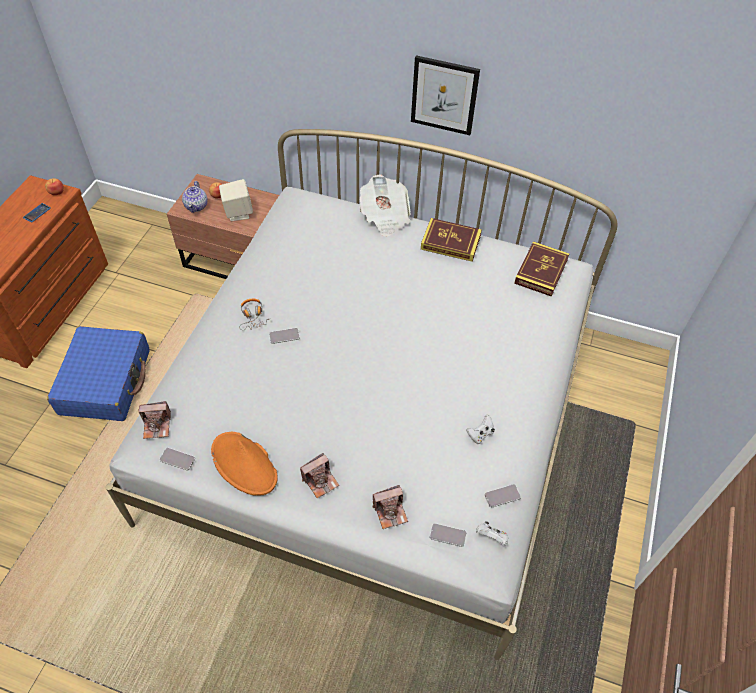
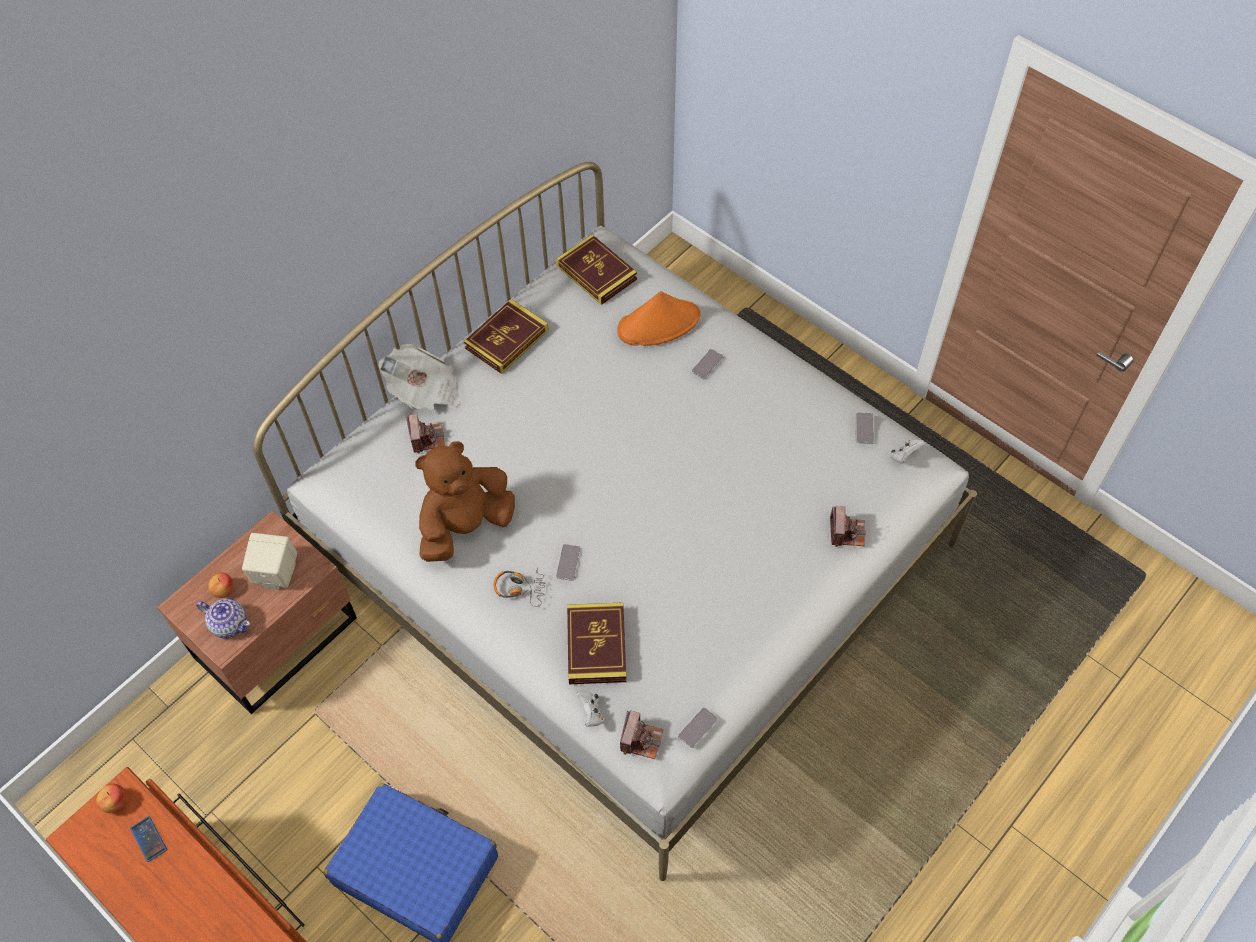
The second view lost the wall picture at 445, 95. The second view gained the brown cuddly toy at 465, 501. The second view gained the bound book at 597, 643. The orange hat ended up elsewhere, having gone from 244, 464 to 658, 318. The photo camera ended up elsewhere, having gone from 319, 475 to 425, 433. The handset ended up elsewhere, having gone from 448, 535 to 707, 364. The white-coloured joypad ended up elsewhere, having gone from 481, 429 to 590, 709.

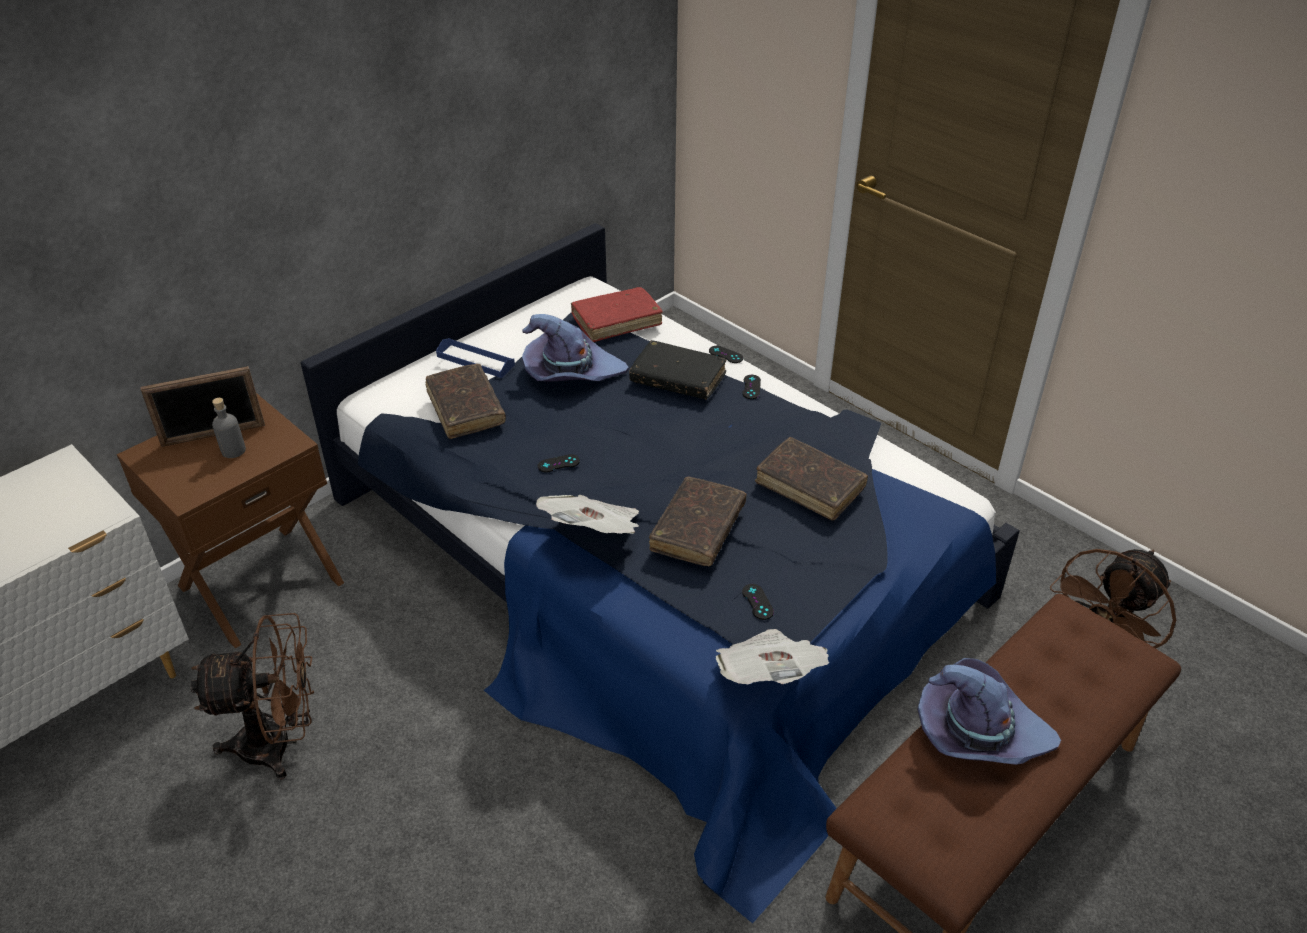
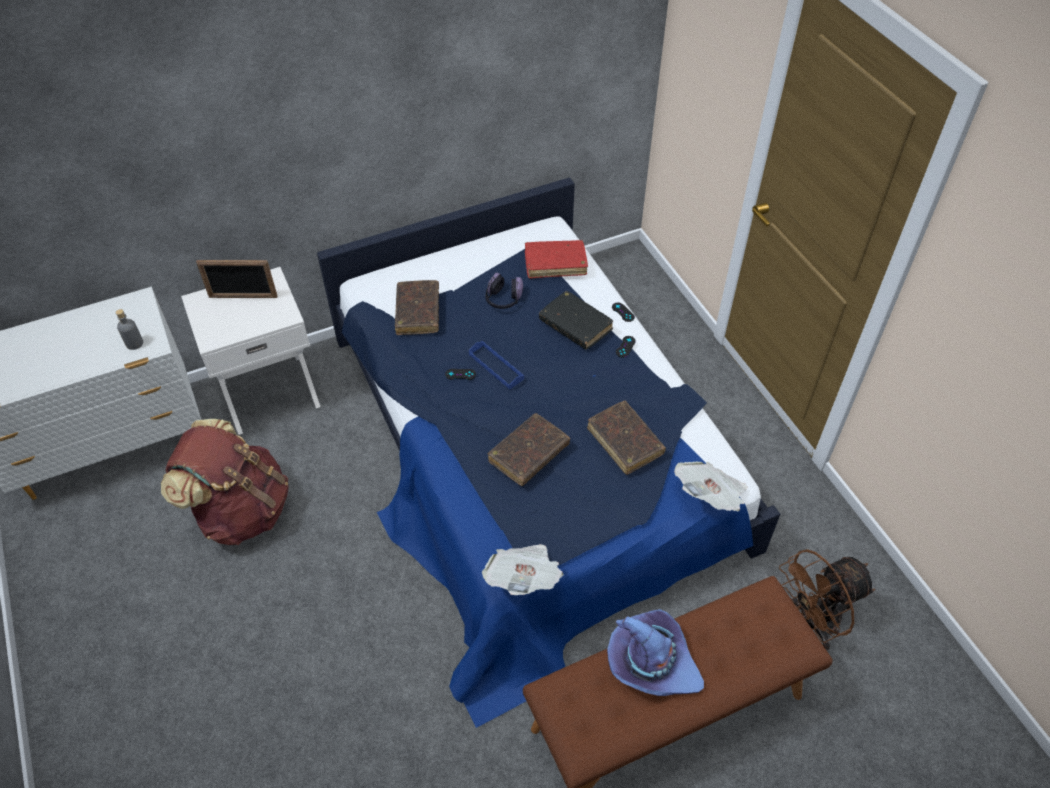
The second view lost the black-coloured joypad at 758, 602. The greyish bottle ended up elsewhere, having gone from 229, 428 to 129, 329. The bluish tray ended up elsewhere, having gone from 475, 358 to 496, 365. The printed paper ended up elsewhere, having gone from 587, 514 to 711, 486. Where the brown fan stood at 252, 696, the brown rucksack came to stand at 225, 482. Where the purple-coloured hat stood at 575, 348, the headphones came to stand at 504, 290. What was the brown nightstand at 230, 520 turned into the white-coloured nightstand at 251, 351.

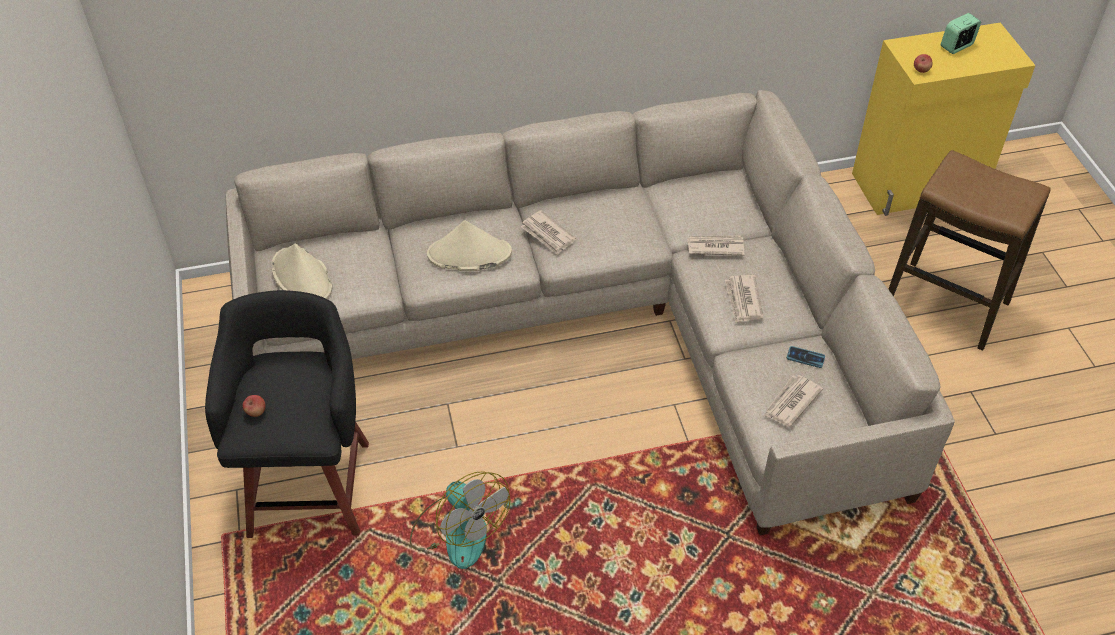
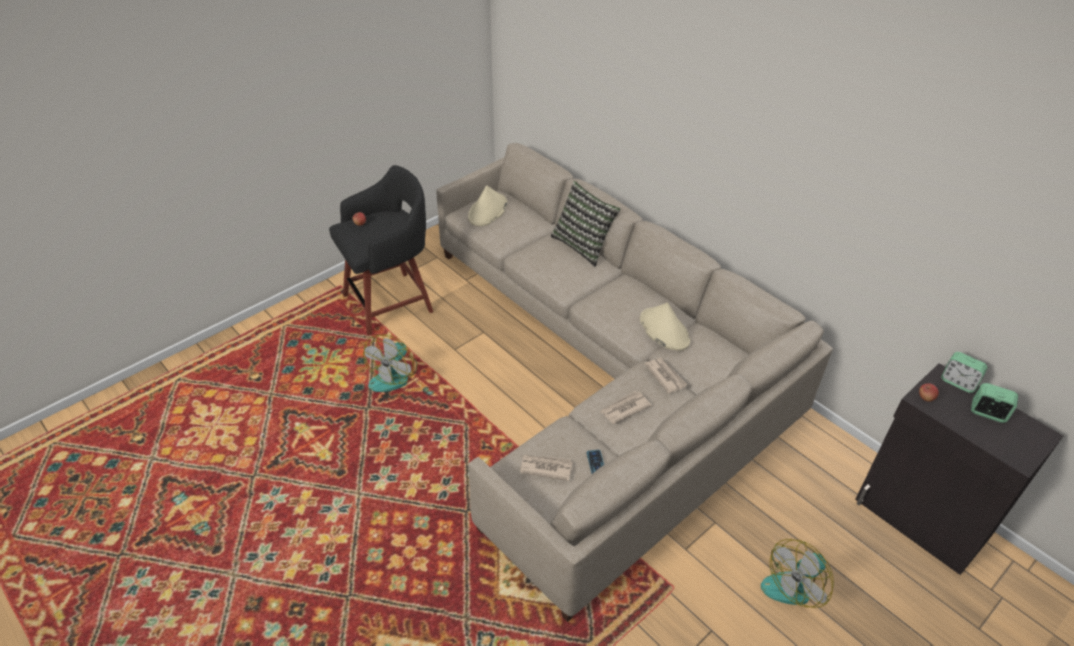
The second view lost the printed paper at 548, 233. The second view gained the pillow at 586, 224. The second view gained the bedside clock at 964, 372. The beige hat ended up elsewhere, having gone from 469, 245 to 665, 326. Where the sitting stool stood at 969, 250, the fan came to stand at 797, 573. What was the yellowish cabinet at 944, 119 turned into the black-coloured cabinet at 959, 469.

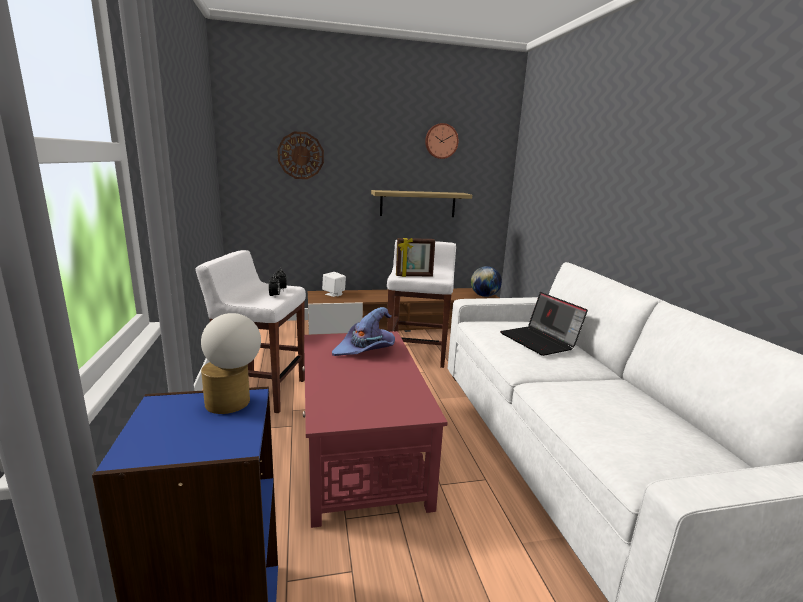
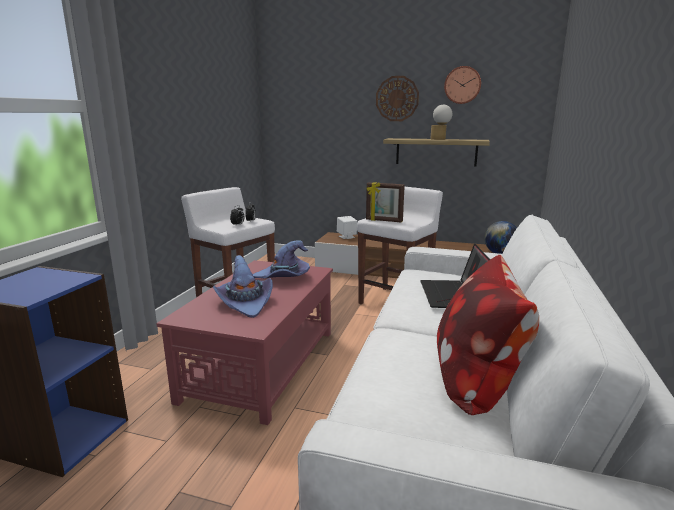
The second view gained the purple-coloured hat at 243, 286. The second view gained the pillow at 488, 335. The tabletop lamp ended up elsewhere, having gone from 231, 363 to 441, 122. The wall clock ended up elsewhere, having gone from 300, 155 to 397, 98.

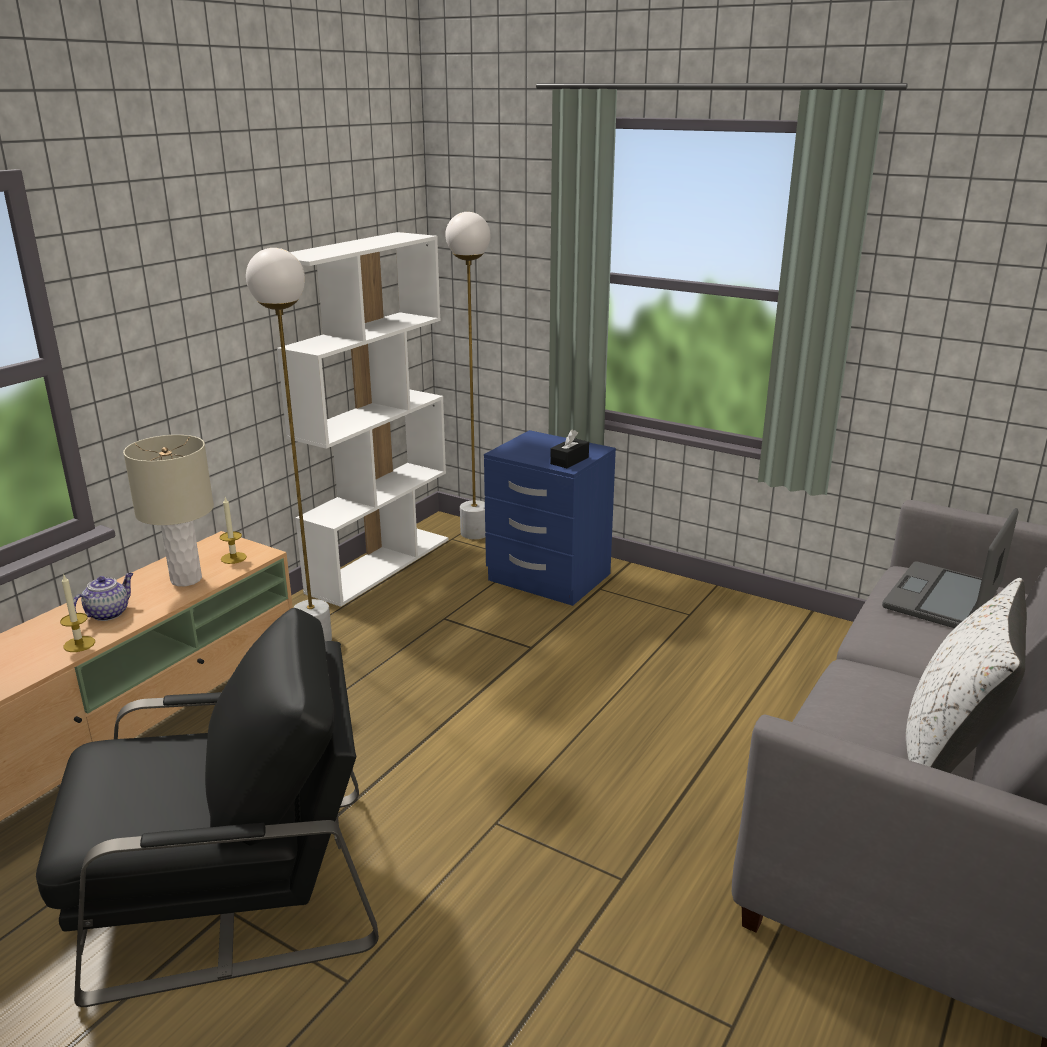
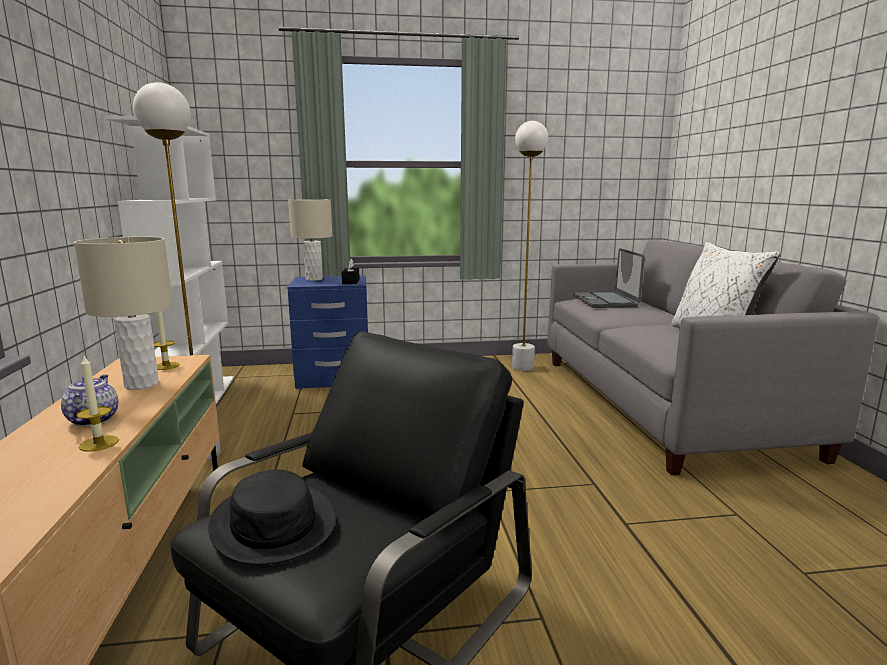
The second view gained the black-coloured hat at 272, 517. The second view gained the beige tabletop lamp at 310, 240. The white-coloured standing lamp ended up elsewhere, having gone from 468, 376 to 530, 246.

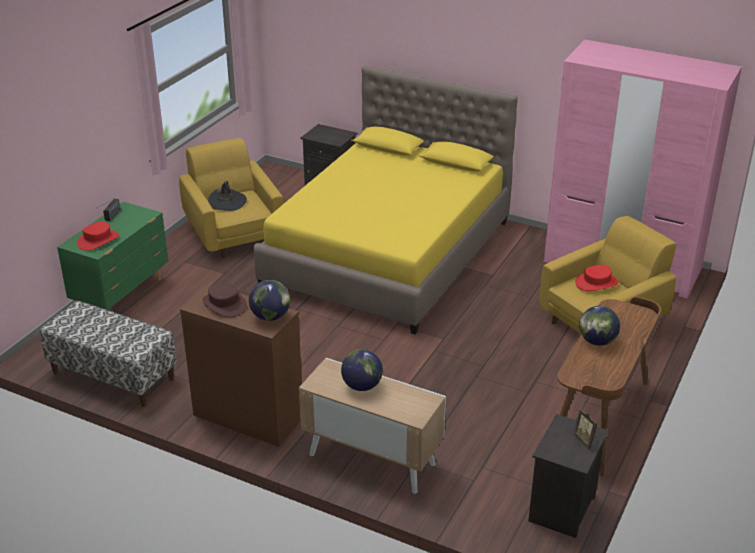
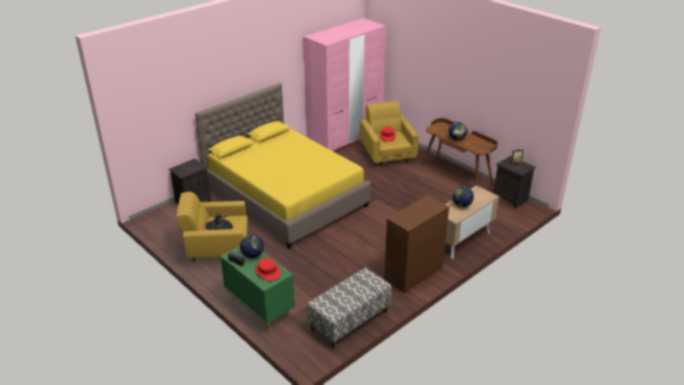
The second view lost the brown hat at 224, 299. The desk globe ended up elsewhere, having gone from 269, 300 to 252, 246.

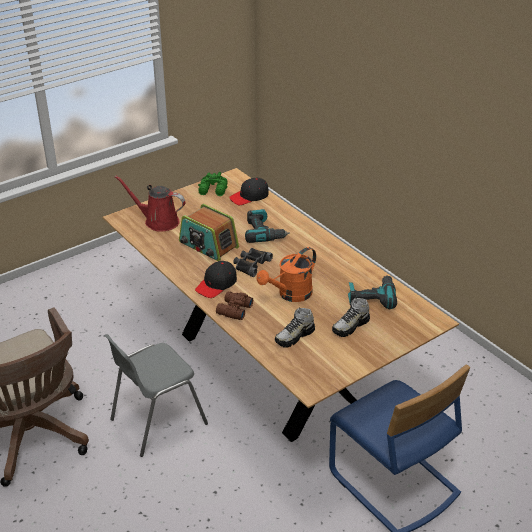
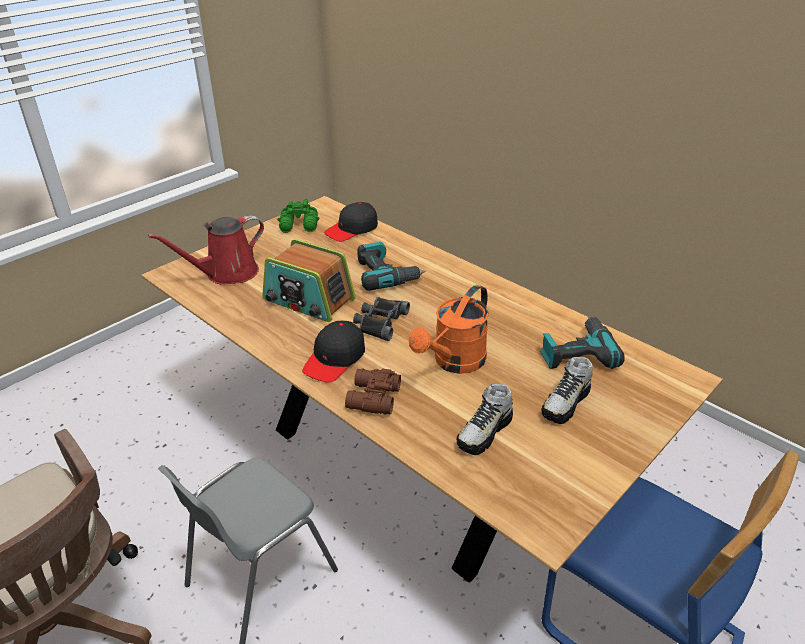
The red-coloured watering pot at 150, 203 ended up facing another way, 45 degrees counterclockwise from before.

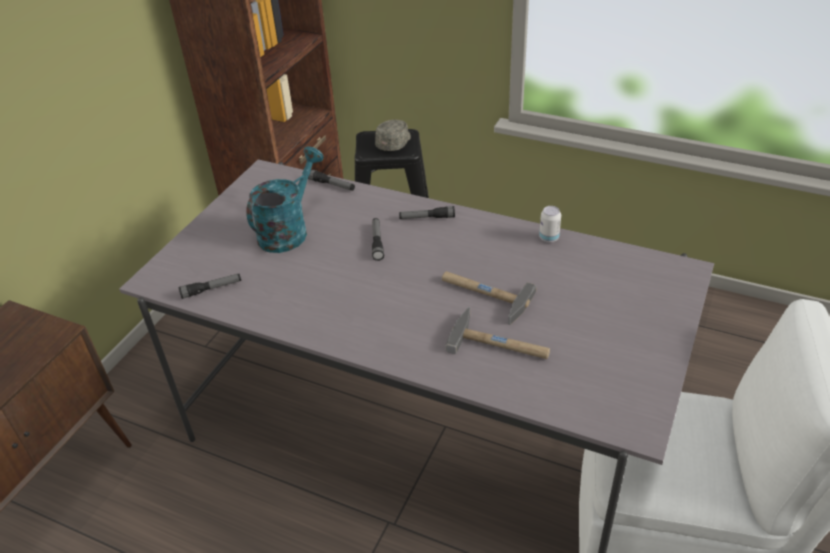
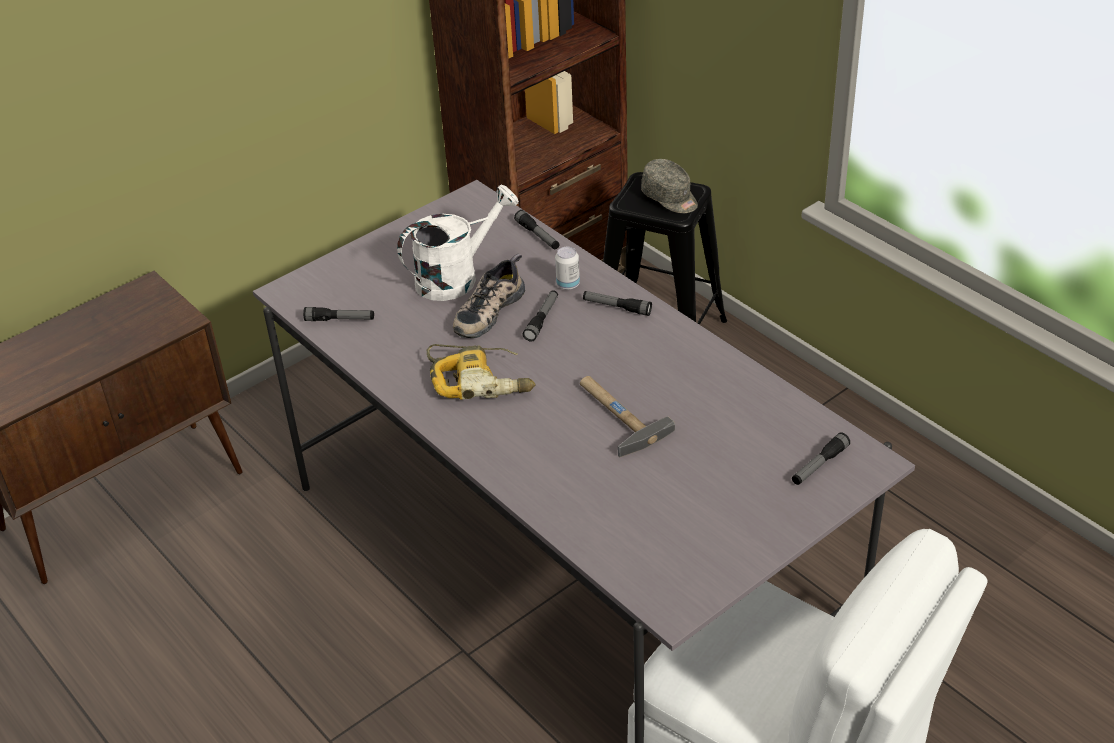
The second view lost the tool hammer at 497, 333. The second view gained the electric drill at 481, 372. The second view gained the low shoe at 489, 296. The second view gained the flashlight at 821, 458. The can ended up elsewhere, having gone from 550, 224 to 567, 268. What was the turquoise watering pot at 285, 200 turned into the white-coloured watering pot at 458, 243. The greyish cap at 393, 135 ended up facing another way, 90 degrees clockwise from before.

